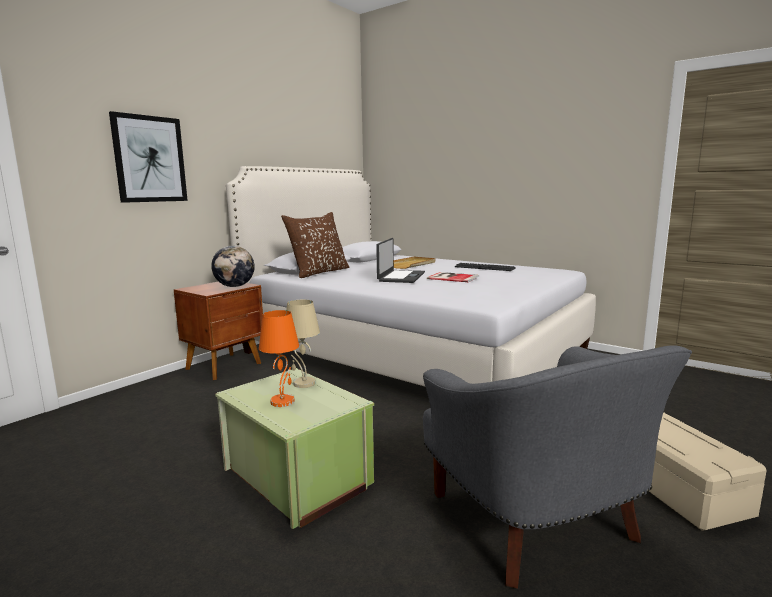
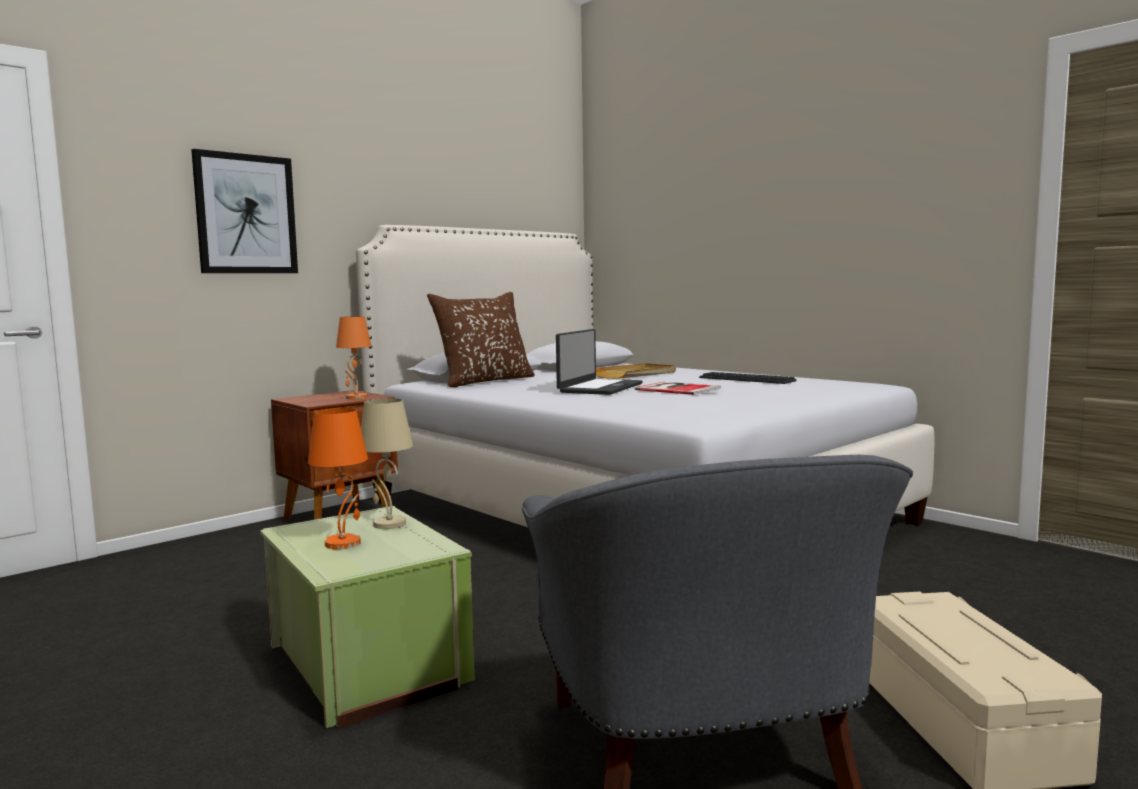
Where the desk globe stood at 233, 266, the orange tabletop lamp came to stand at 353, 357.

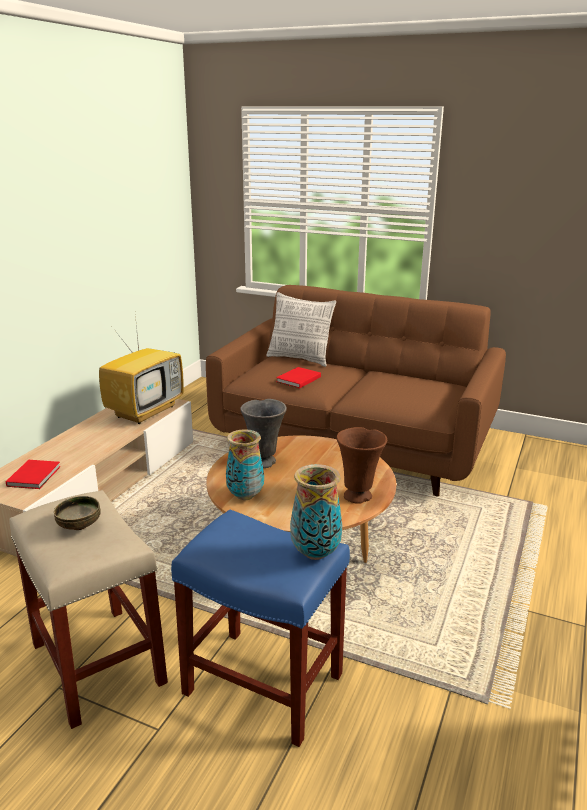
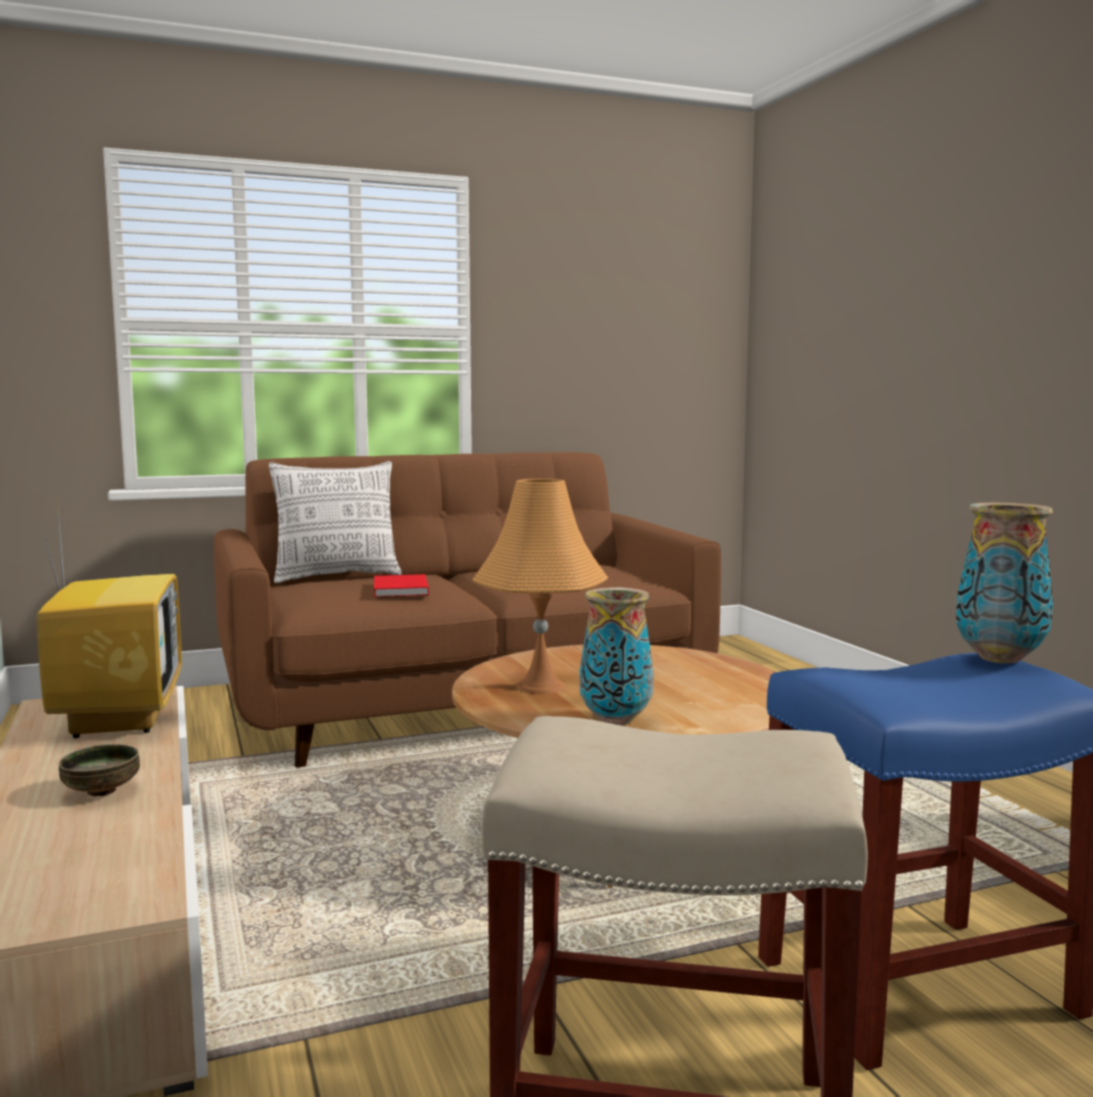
The second view lost the red-coloured bound book at 33, 474. The second view lost the brown decorative vase at 362, 465. The bowl ended up elsewhere, having gone from 77, 513 to 99, 770. Where the greyish decorative vase stood at 263, 433, the orange tabletop lamp came to stand at 540, 586.

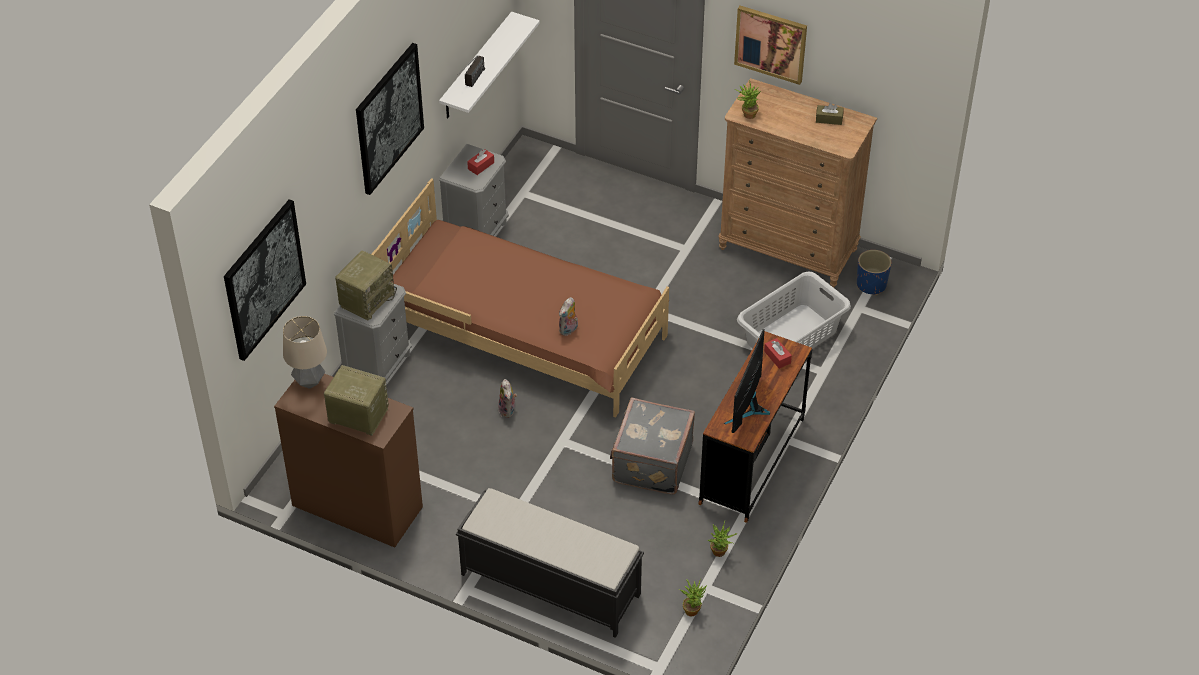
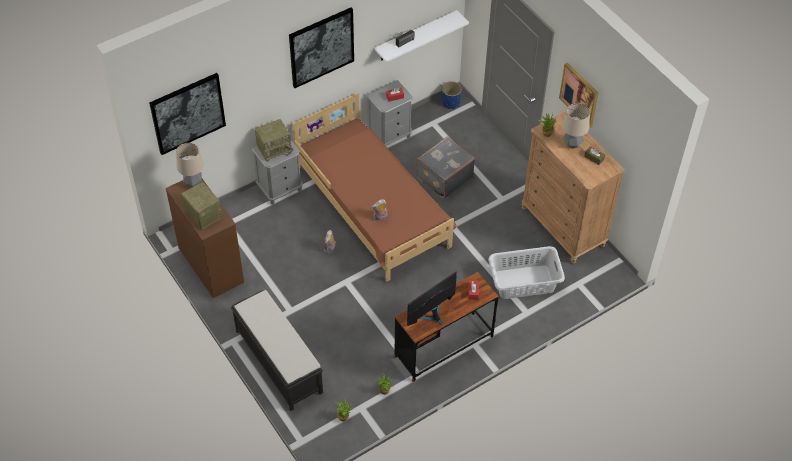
The second view gained the tabletop lamp at 576, 126. The greyish piece of luggage ended up elsewhere, having gone from 652, 446 to 446, 167. The bluish flower pot ended up elsewhere, having gone from 874, 272 to 451, 95.

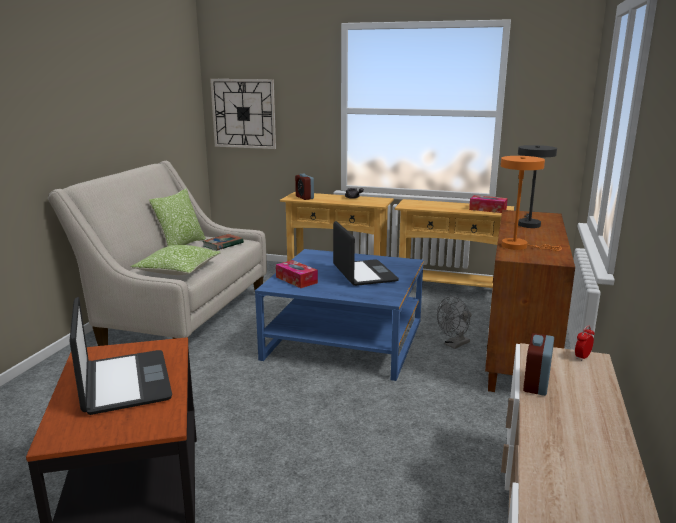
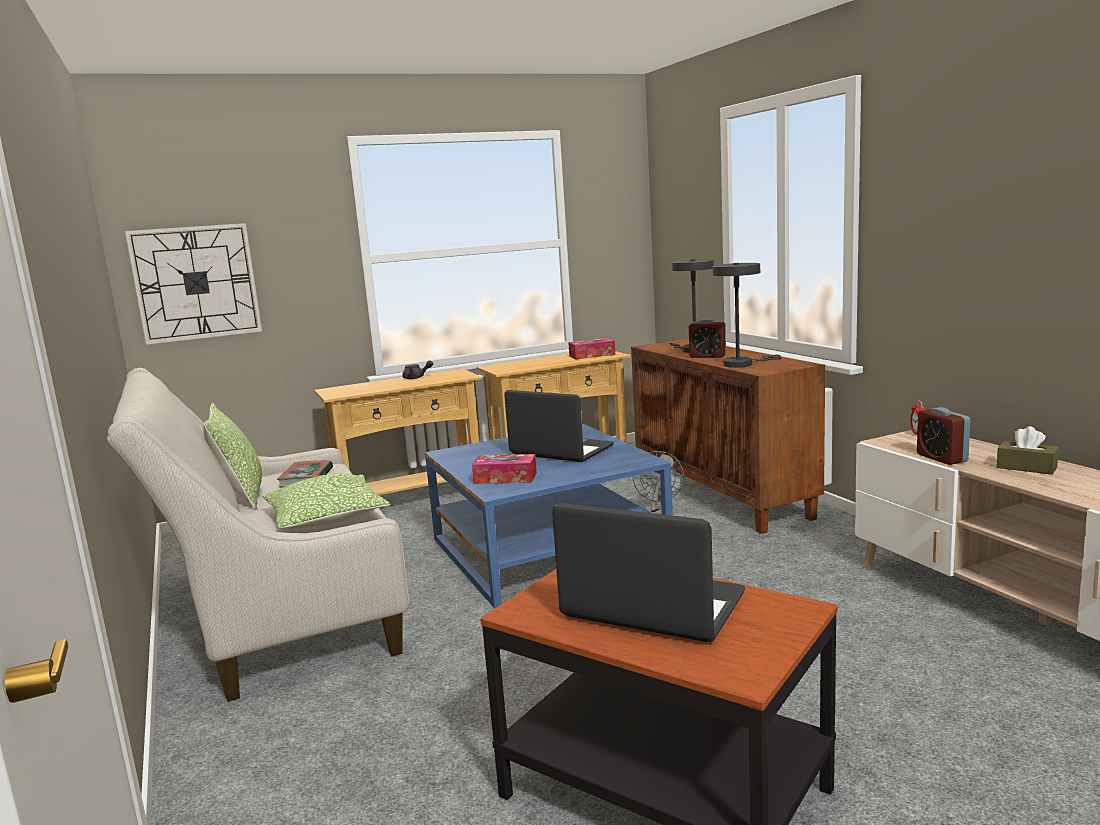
The second view gained the brown box of tissues at 1028, 450. The bedside clock ended up elsewhere, having gone from 304, 187 to 707, 338. What was the orange tabletop lamp at 531, 203 turned into the greyish tabletop lamp at 747, 315.

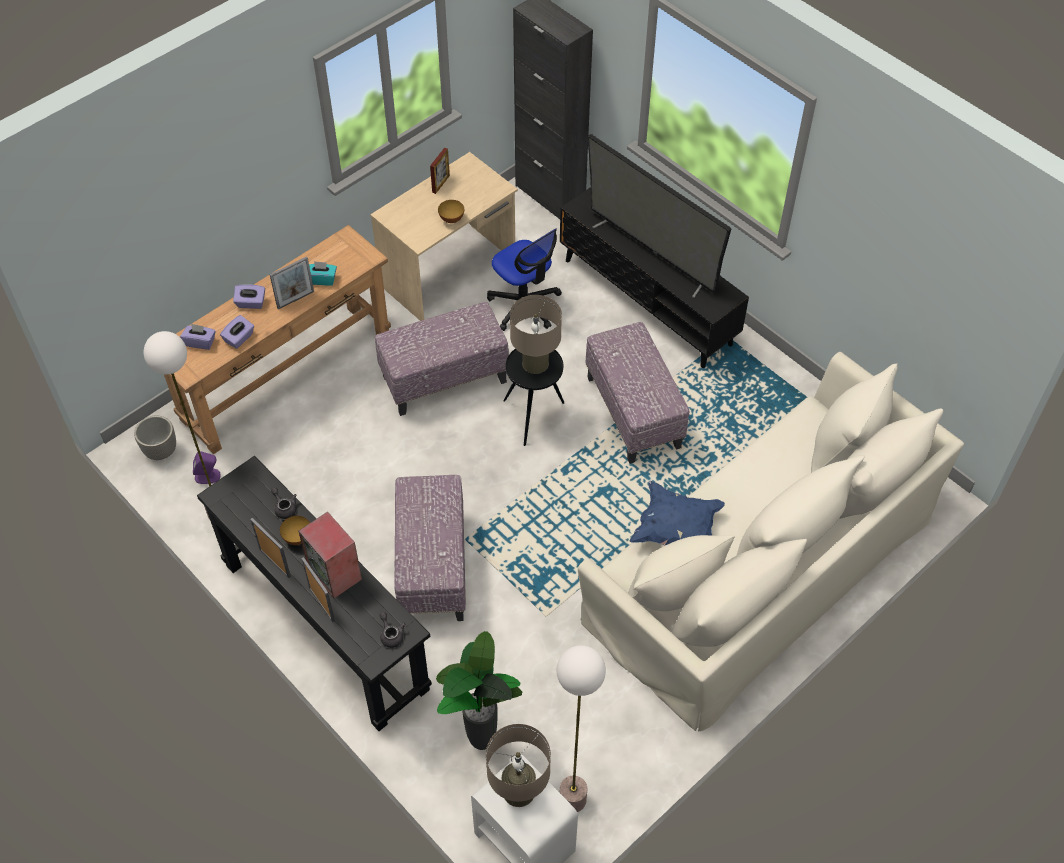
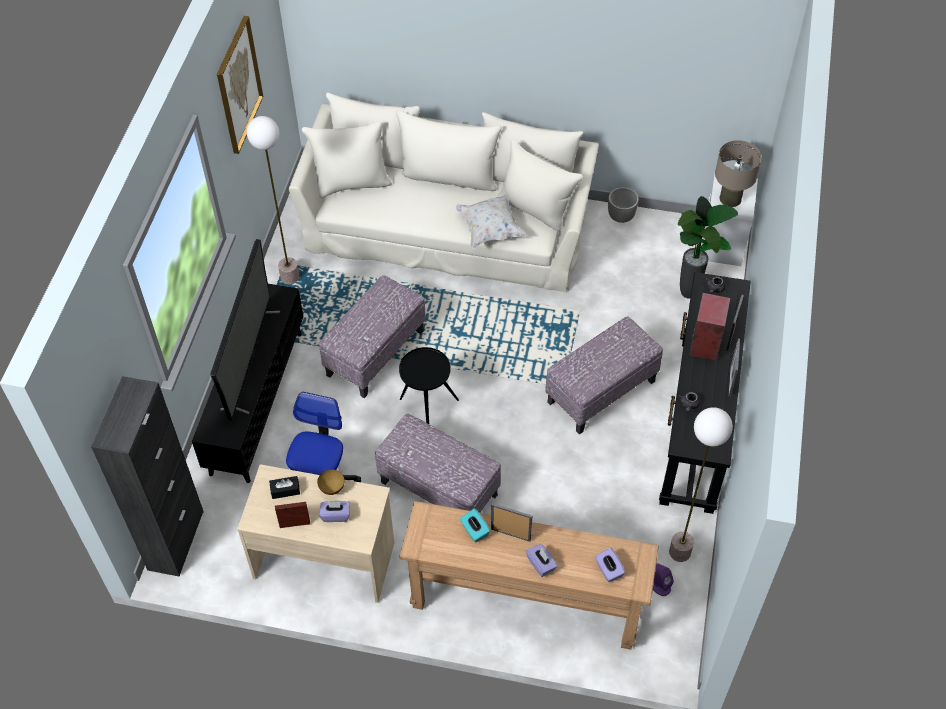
The second view lost the bowl at 295, 530. The second view lost the beige tabletop lamp at 536, 334. The second view gained the wall picture at 240, 85. The second view gained the black-coloured box of tissues at 284, 487. The flower pot ended up elsewhere, having gone from 155, 438 to 623, 205. The purple-coloured box of tissues ended up elsewhere, having gone from 237, 332 to 334, 511. The standing lamp ended up elsewhere, having gone from 581, 728 to 273, 200. What was the bluish pillow at 677, 513 turned into the white-coloured pillow at 492, 222.

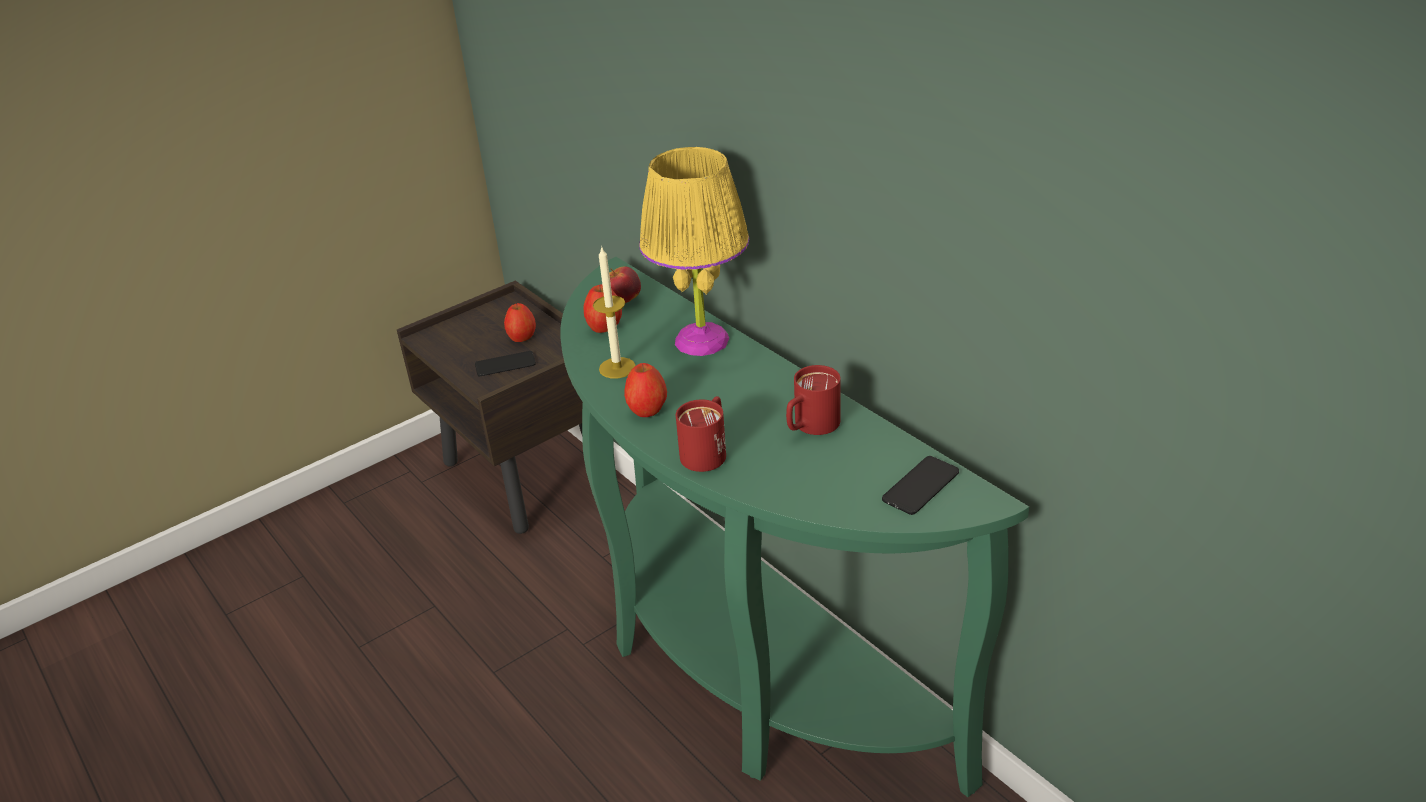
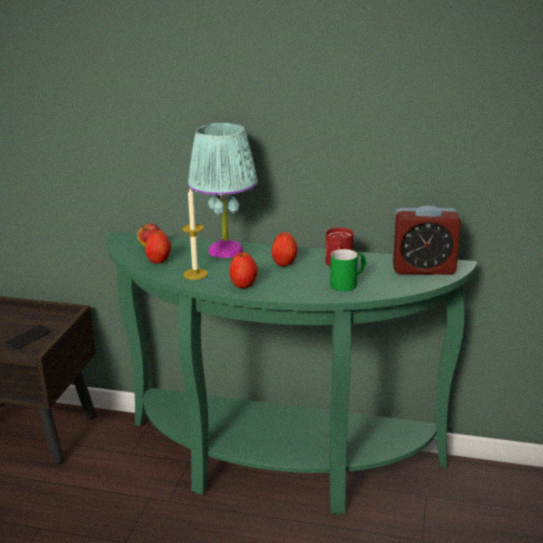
The second view lost the red-coloured tea mug at 701, 434. The second view gained the green tea mug at 348, 270. The whole apple ended up elsewhere, having gone from 520, 322 to 284, 249. Where the handset stood at 920, 485, the bedside clock came to stand at 426, 240. What was the yellowish tabletop lamp at 694, 251 turned into the turquoise tabletop lamp at 223, 190.

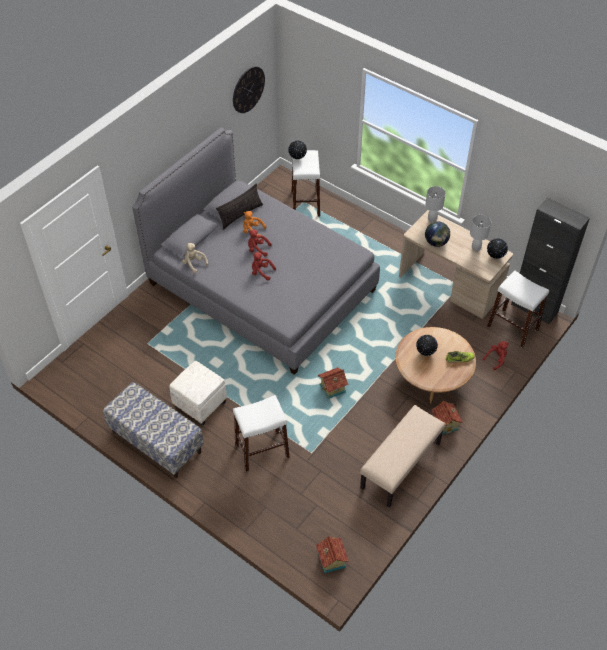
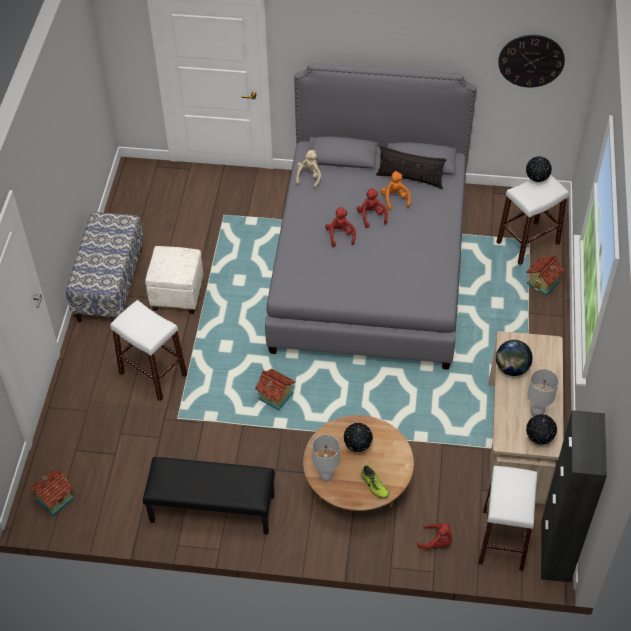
The white-coloured tabletop lamp ended up elsewhere, having gone from 435, 204 to 326, 458. The toy house ended up elsewhere, having gone from 447, 418 to 545, 275. What was the beige bench at 403, 456 turned into the black-coloured bench at 209, 496.

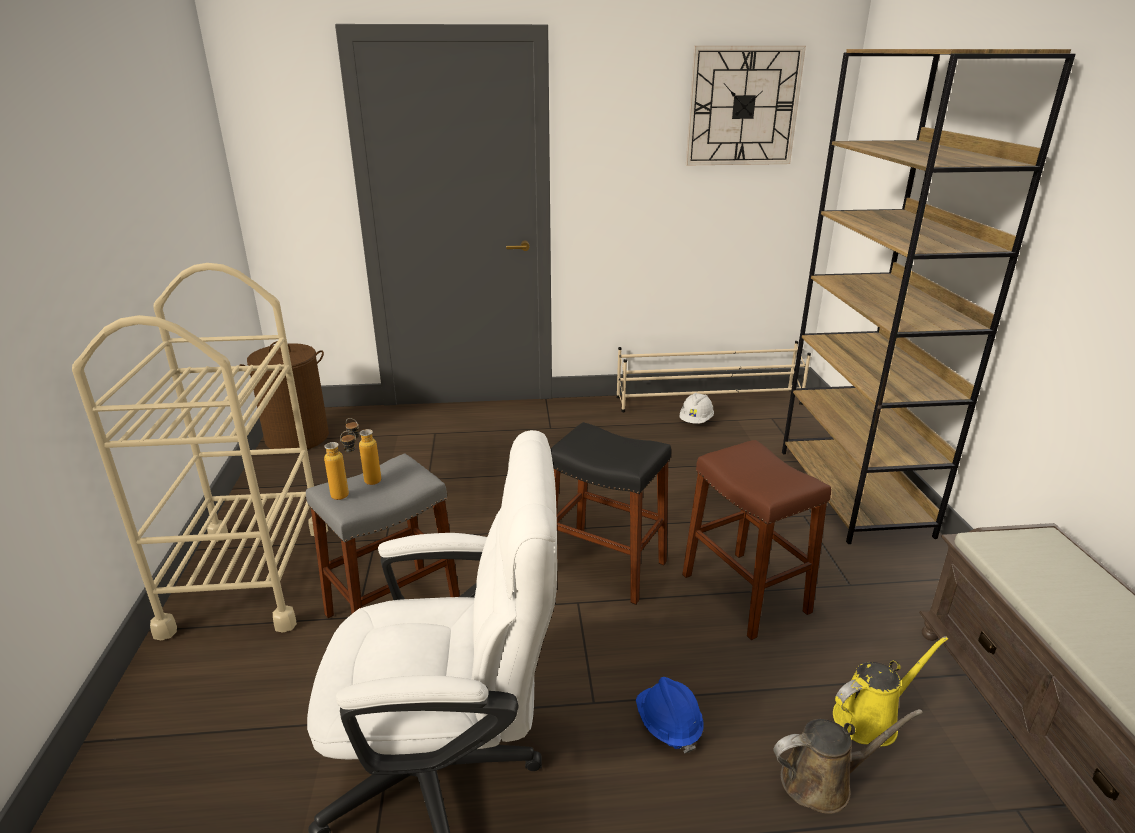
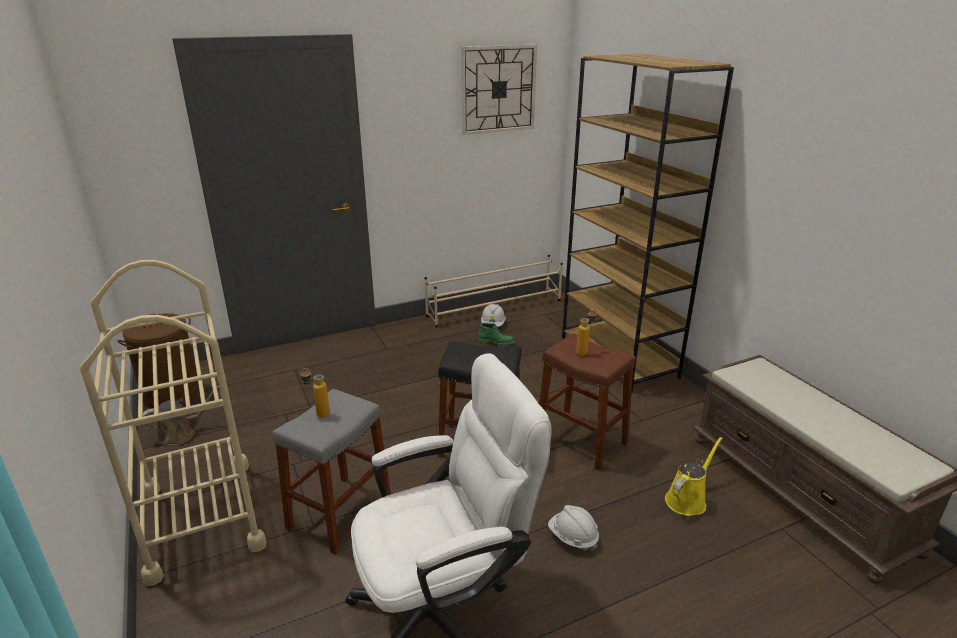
The second view gained the green boot at 496, 334. The bottle ended up elsewhere, having gone from 340, 465 to 586, 332. The brown watering pot ended up elsewhere, having gone from 848, 761 to 181, 416. What was the bluish hard hat at 670, 715 turned into the white-coloured hard hat at 573, 528.

